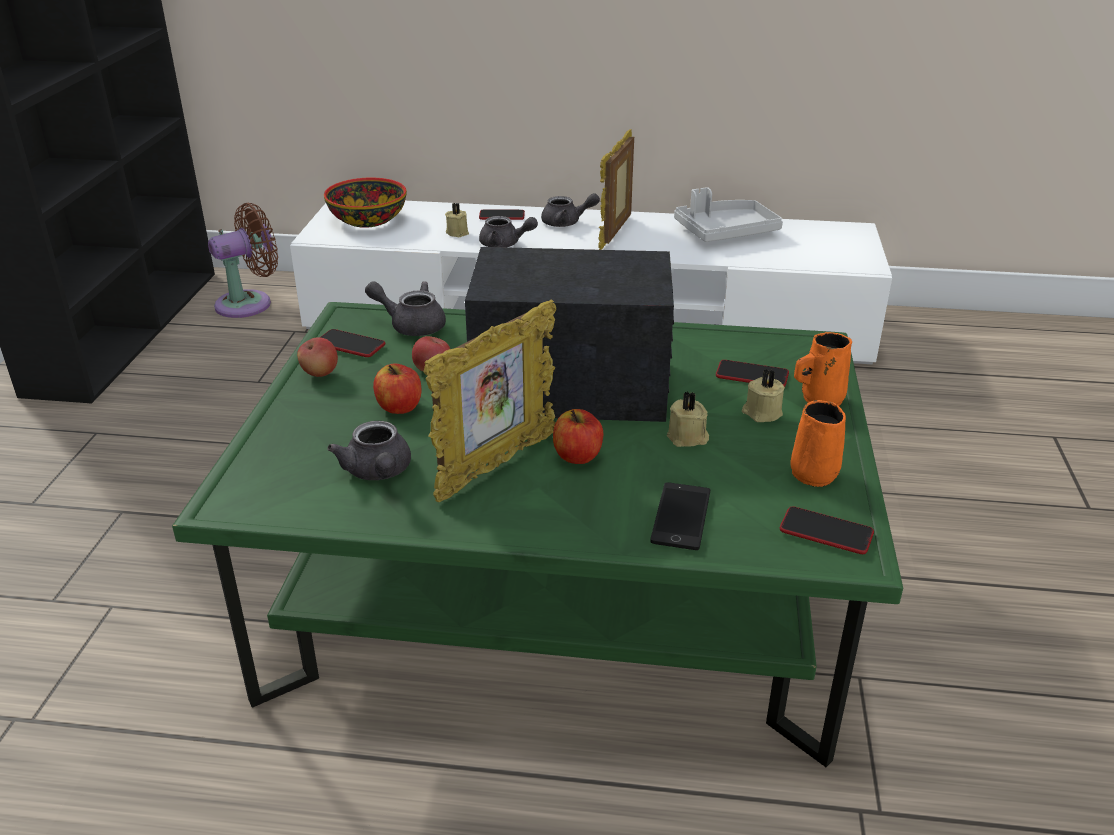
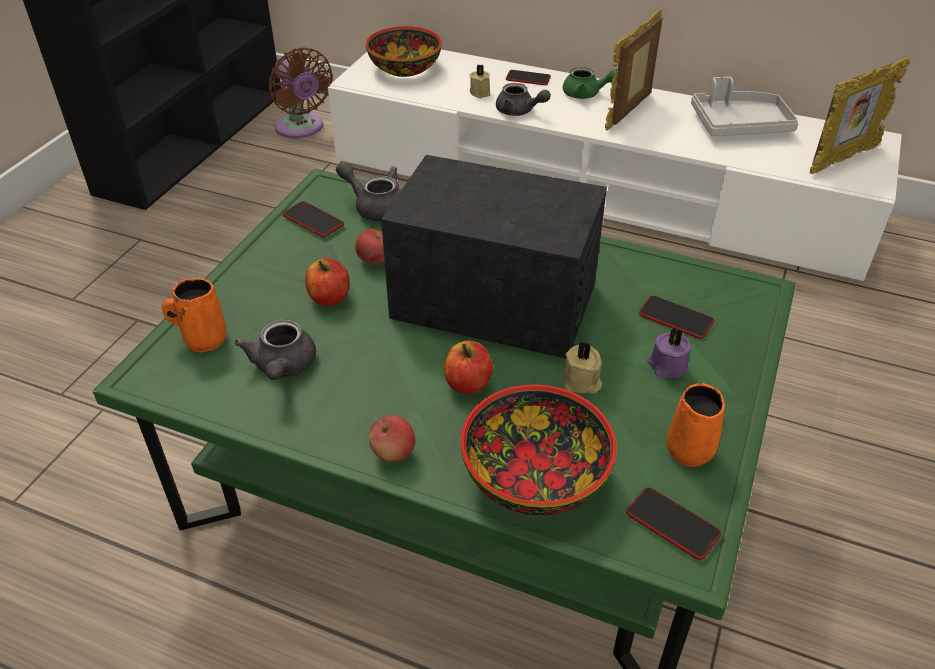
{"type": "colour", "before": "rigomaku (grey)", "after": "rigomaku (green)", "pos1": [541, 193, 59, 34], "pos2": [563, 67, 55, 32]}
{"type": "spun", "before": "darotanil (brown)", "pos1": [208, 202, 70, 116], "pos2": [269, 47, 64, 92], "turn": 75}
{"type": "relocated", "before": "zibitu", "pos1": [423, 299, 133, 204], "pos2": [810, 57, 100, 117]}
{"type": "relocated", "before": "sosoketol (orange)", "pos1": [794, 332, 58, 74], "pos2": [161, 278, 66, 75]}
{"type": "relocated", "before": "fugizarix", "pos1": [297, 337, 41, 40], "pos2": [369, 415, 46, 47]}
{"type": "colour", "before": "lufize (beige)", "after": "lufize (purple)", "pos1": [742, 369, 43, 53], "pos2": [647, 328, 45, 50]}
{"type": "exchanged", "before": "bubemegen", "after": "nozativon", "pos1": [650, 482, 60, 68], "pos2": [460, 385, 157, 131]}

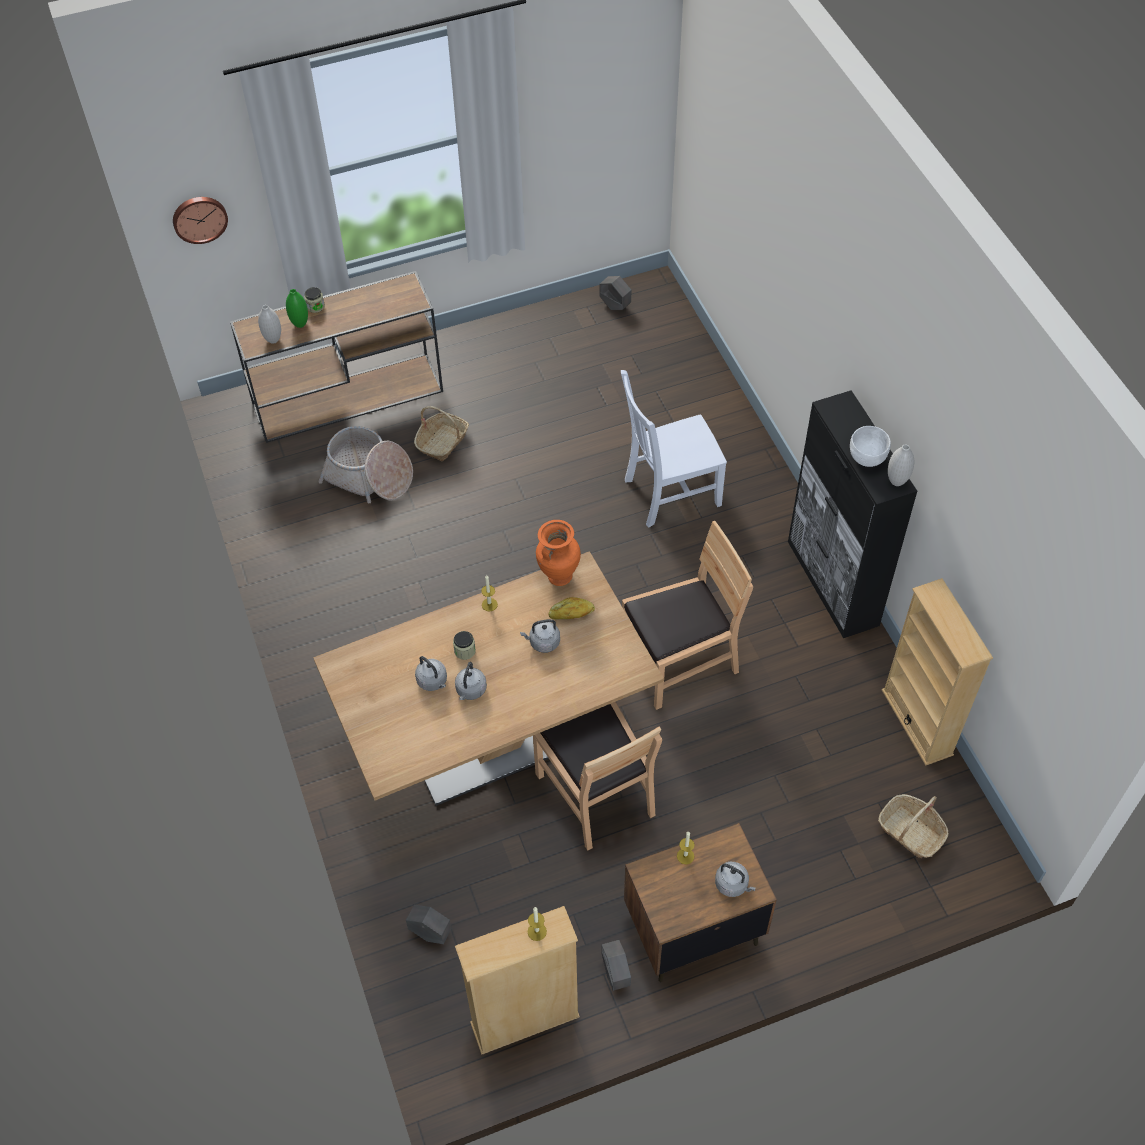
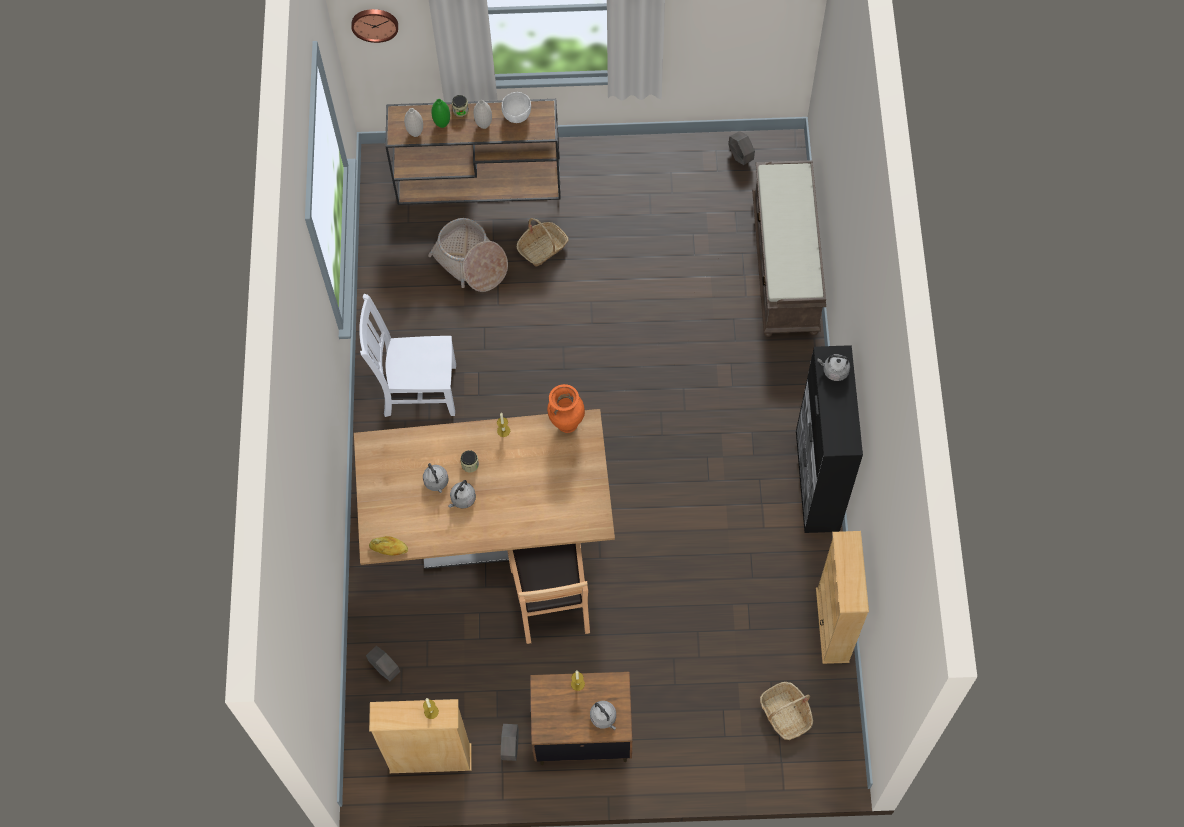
{"type": "relocated", "before": "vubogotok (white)", "pos1": [621, 370, 106, 158], "pos2": [359, 294, 97, 123]}
{"type": "relocated", "before": "nozativon (white)", "pos1": [850, 426, 41, 41], "pos2": [501, 92, 30, 31]}
{"type": "relocated", "before": "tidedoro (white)", "pos1": [888, 444, 26, 42], "pos2": [474, 100, 18, 29]}
{"type": "missing", "before": "vubogotok (brown)", "pos1": [622, 521, 131, 189]}
{"type": "relocated", "before": "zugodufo", "pos1": [548, 597, 47, 22], "pos2": [369, 536, 39, 20]}
{"type": "relocated", "before": "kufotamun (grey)", "pos1": [520, 619, 40, 34], "pos2": [818, 354, 32, 27]}
{"type": "appeared", "after": "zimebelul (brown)", "pos2": [752, 160, 74, 177]}

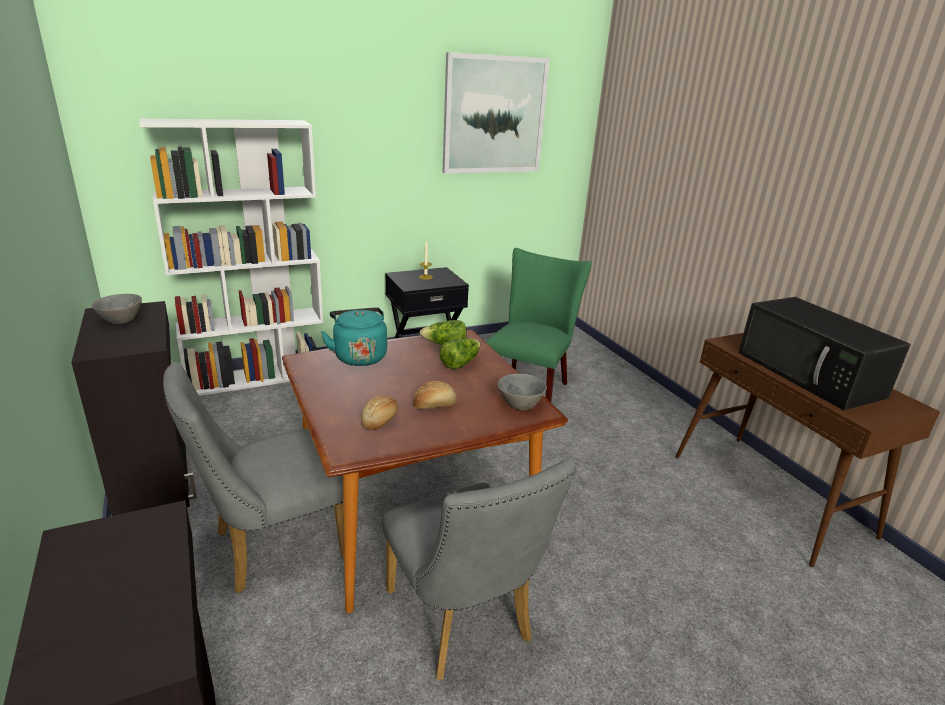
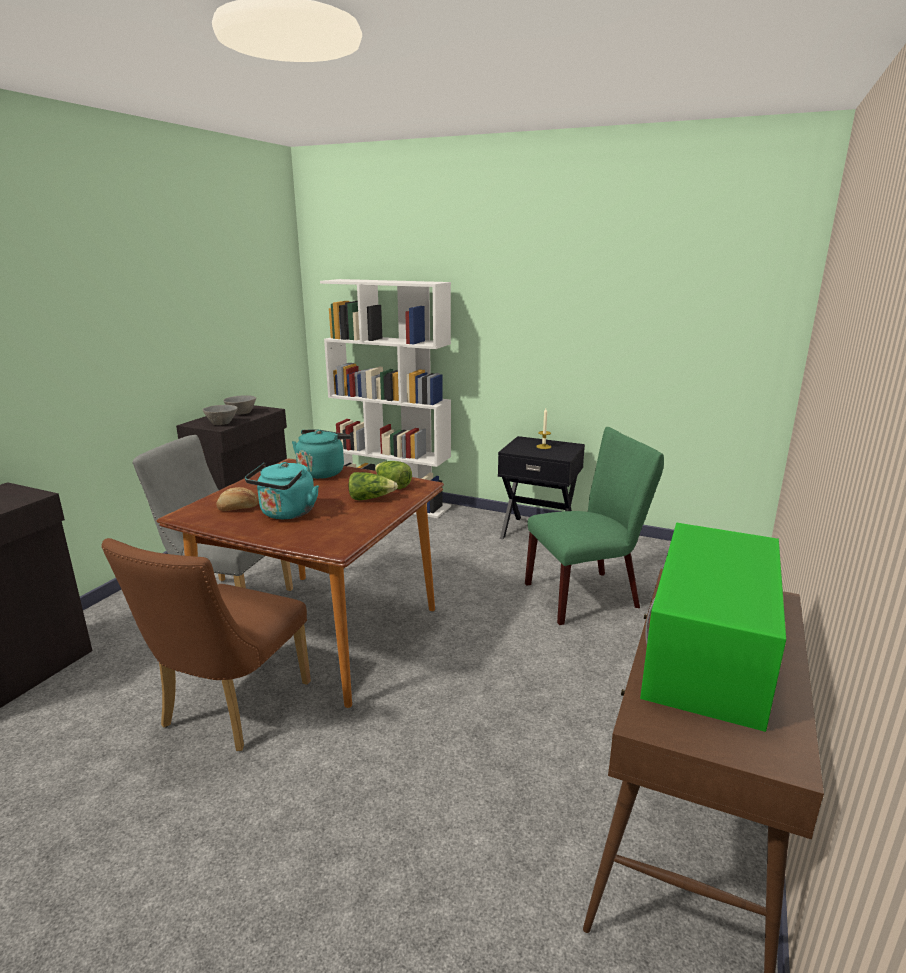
{"type": "missing", "before": "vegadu", "pos1": [442, 52, 108, 122]}
{"type": "colour", "before": "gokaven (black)", "after": "gokaven (green)", "pos1": [738, 297, 173, 113], "pos2": [640, 523, 146, 209]}
{"type": "relocated", "before": "nozativon (grey)", "pos1": [497, 374, 50, 36], "pos2": [203, 405, 35, 20]}
{"type": "exchanged", "before": "zugodufo", "after": "kufotamun (turquoise)", "pos1": [413, 381, 44, 28], "pos2": [245, 462, 74, 57]}
{"type": "colour", "before": "vubogotok (grey)", "after": "vubogotok (brown)", "pos1": [382, 460, 194, 220], "pos2": [101, 538, 210, 213]}

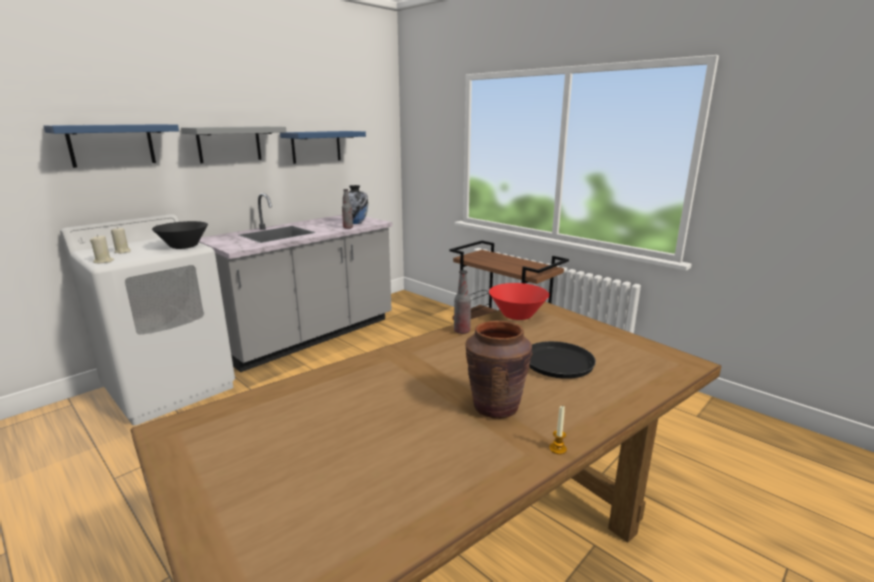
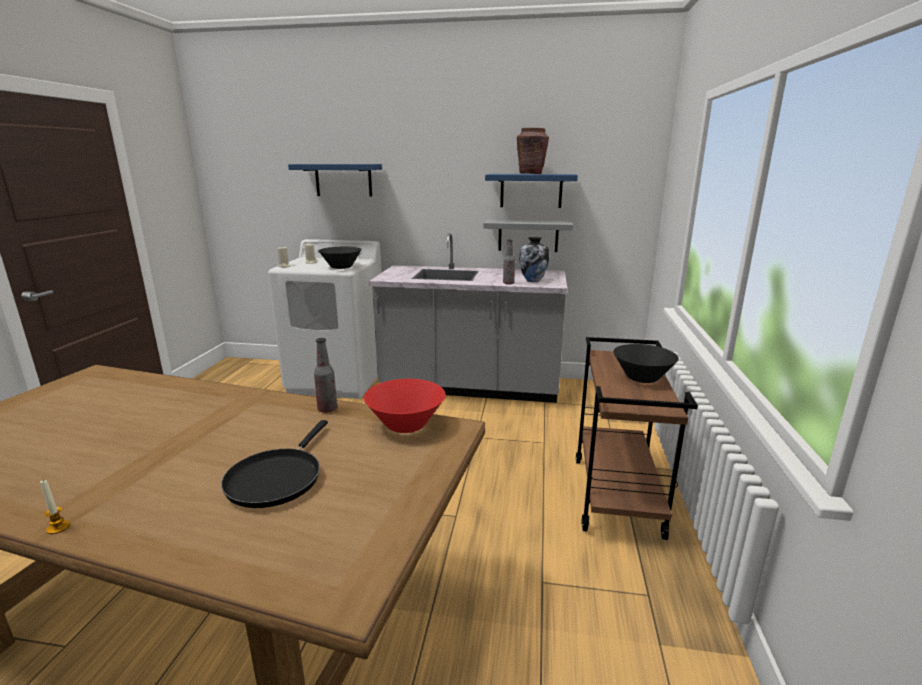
{"type": "relocated", "before": "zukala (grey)", "pos1": [181, 126, 106, 37], "pos2": [483, 219, 90, 33]}
{"type": "relocated", "before": "tidedoro (brown)", "pos1": [465, 320, 68, 99], "pos2": [517, 128, 32, 46]}
{"type": "appeared", "after": "nozativon (black)", "pos2": [613, 344, 66, 39]}

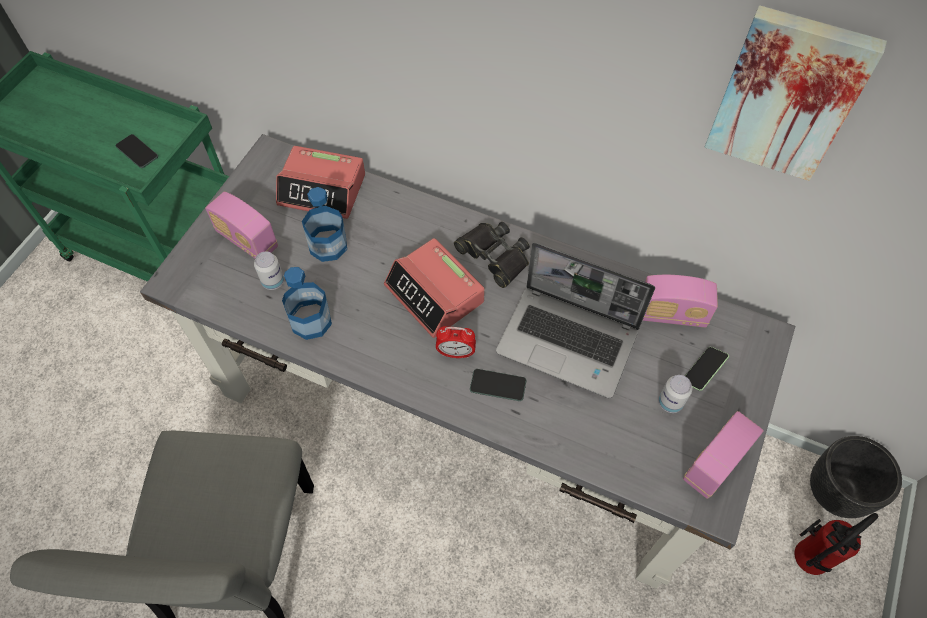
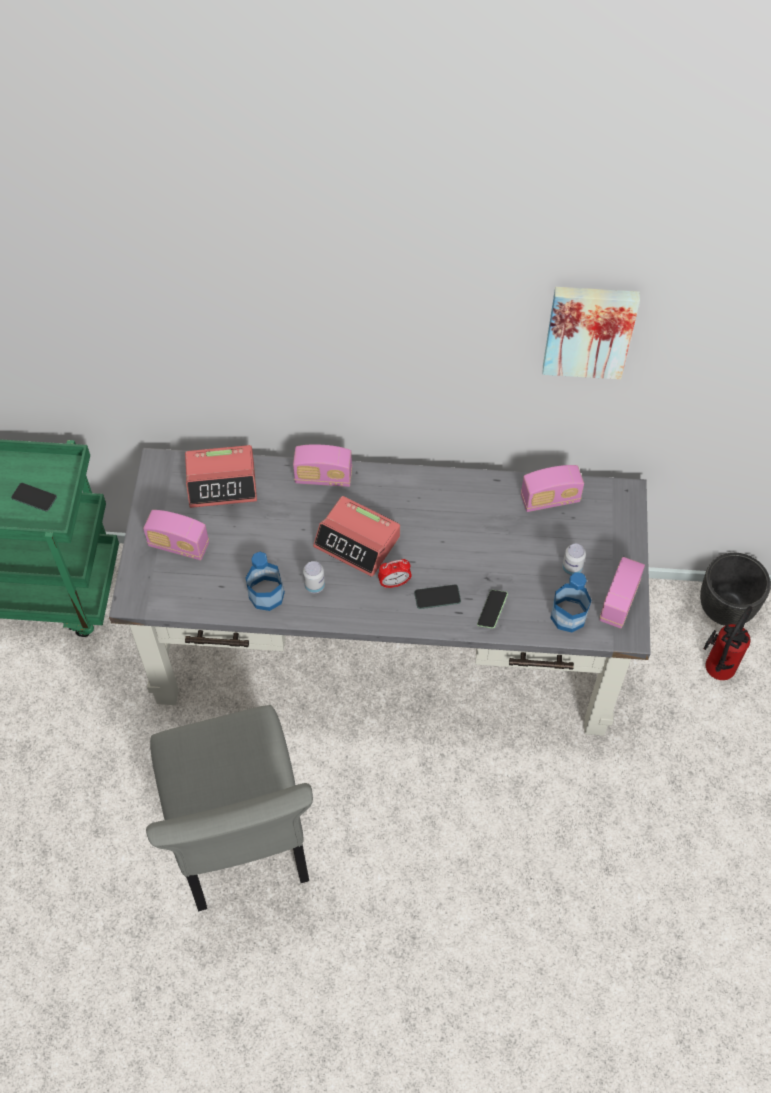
{"type": "relocated", "before": "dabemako", "pos1": [302, 187, 45, 75], "pos2": [551, 572, 40, 60]}
{"type": "missing", "before": "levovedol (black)", "pos1": [454, 222, 76, 66]}
{"type": "missing", "before": "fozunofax", "pos1": [496, 242, 159, 156]}
{"type": "relocated", "before": "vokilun", "pos1": [254, 252, 30, 38], "pos2": [303, 561, 22, 32]}
{"type": "relocated", "before": "bubemegen", "pos1": [685, 347, 44, 44], "pos2": [477, 590, 31, 38]}
{"type": "appeared", "after": "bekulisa", "pos2": [293, 444, 59, 43]}

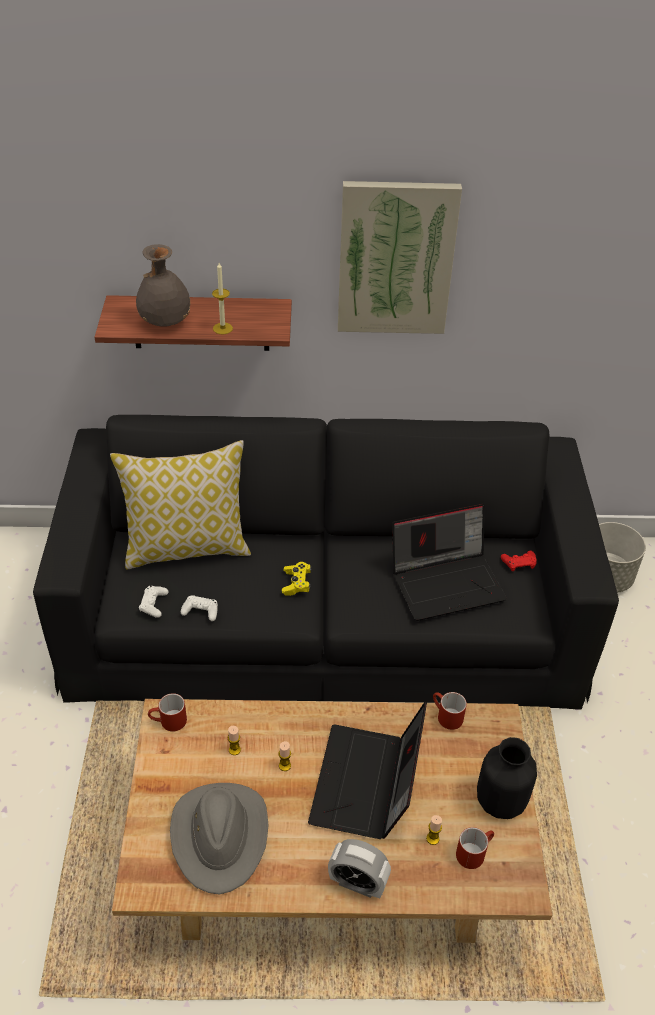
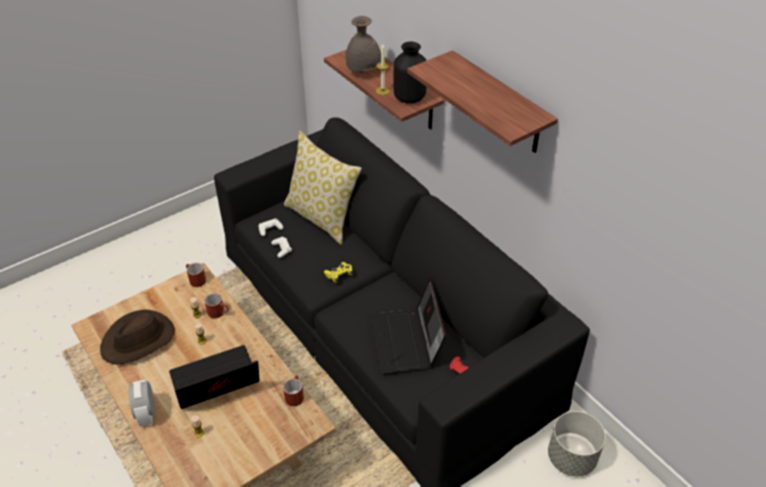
{"type": "exchanged", "before": "vegadu", "after": "zukala", "pos1": [338, 181, 124, 153], "pos2": [407, 50, 151, 103]}
{"type": "spun", "before": "fozunofax", "pos1": [392, 504, 115, 117], "pos2": [371, 278, 75, 95], "turn": 45}
{"type": "relocated", "before": "tidedoro (black)", "pos1": [477, 737, 60, 82], "pos2": [393, 42, 33, 62]}
{"type": "colour", "before": "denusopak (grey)", "after": "denusopak (brown)", "pos1": [170, 783, 98, 112], "pos2": [100, 310, 75, 54]}
{"type": "relocated", "before": "sosoketol (red)", "pos1": [456, 827, 38, 42], "pos2": [204, 293, 25, 25]}

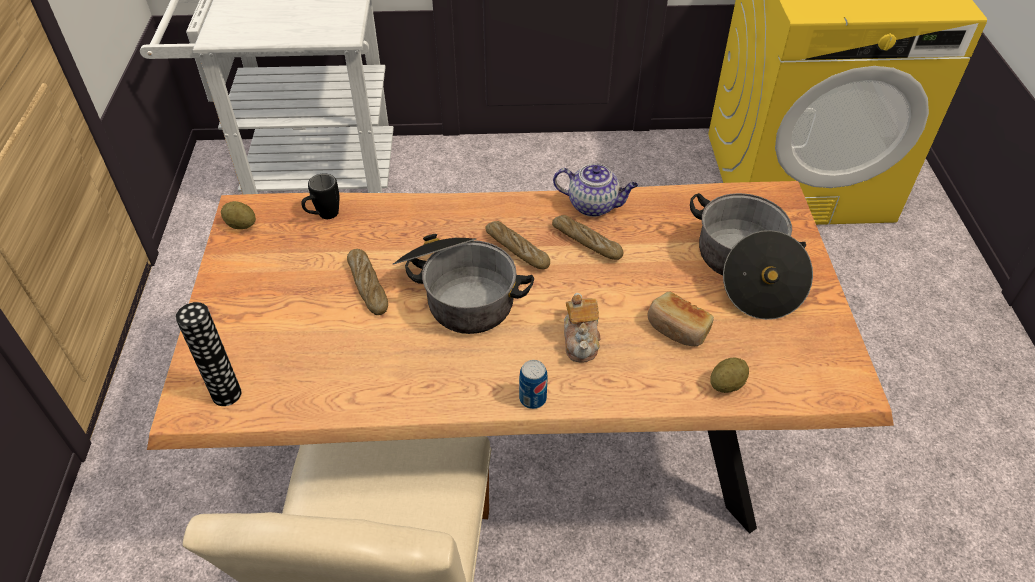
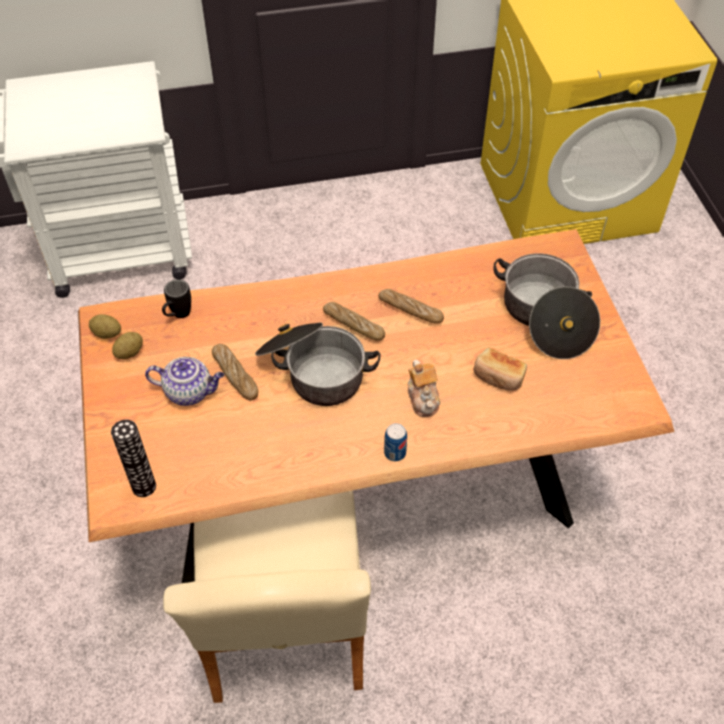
{"type": "relocated", "before": "rigomaku", "pos1": [553, 164, 85, 53], "pos2": [145, 357, 79, 49]}
{"type": "relocated", "before": "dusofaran", "pos1": [710, 358, 39, 35], "pos2": [112, 332, 31, 27]}

